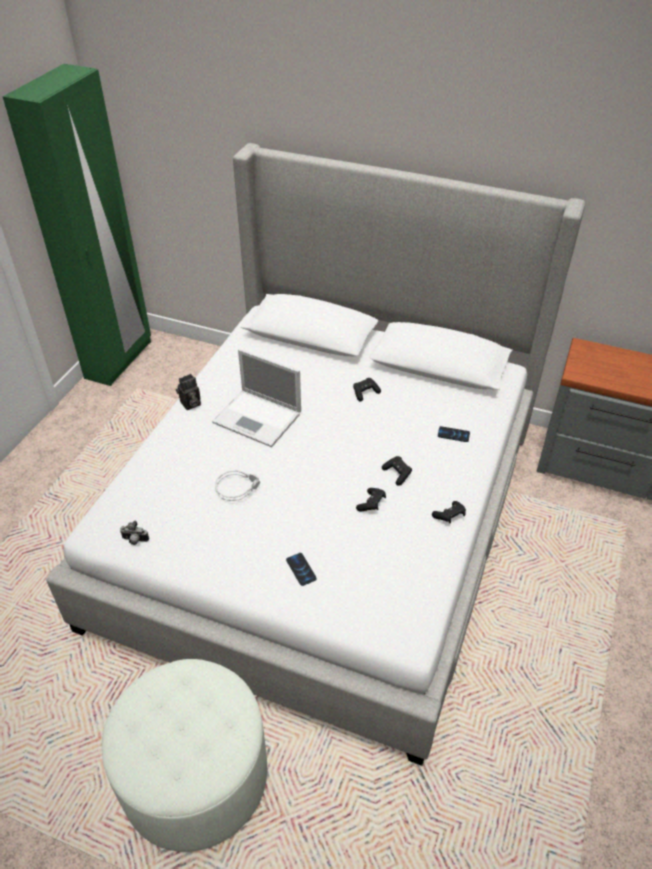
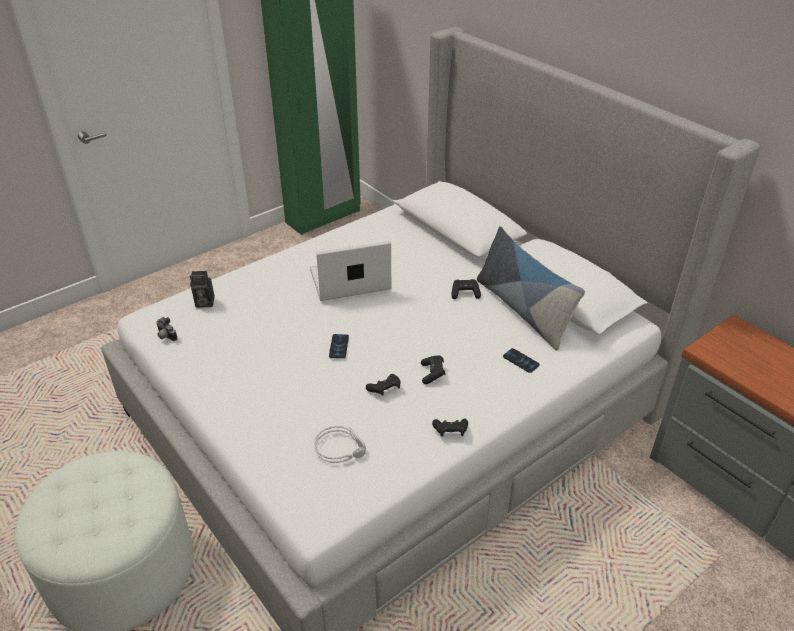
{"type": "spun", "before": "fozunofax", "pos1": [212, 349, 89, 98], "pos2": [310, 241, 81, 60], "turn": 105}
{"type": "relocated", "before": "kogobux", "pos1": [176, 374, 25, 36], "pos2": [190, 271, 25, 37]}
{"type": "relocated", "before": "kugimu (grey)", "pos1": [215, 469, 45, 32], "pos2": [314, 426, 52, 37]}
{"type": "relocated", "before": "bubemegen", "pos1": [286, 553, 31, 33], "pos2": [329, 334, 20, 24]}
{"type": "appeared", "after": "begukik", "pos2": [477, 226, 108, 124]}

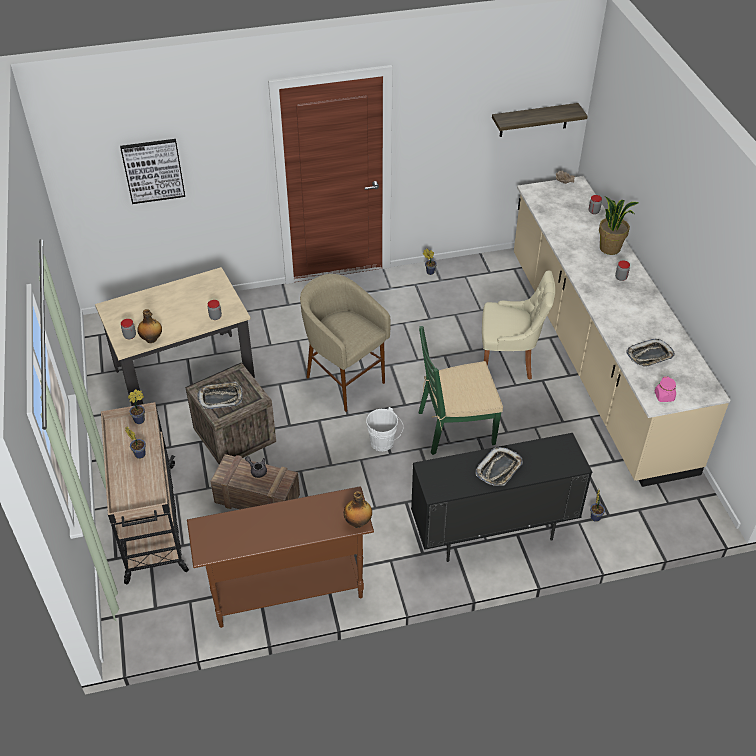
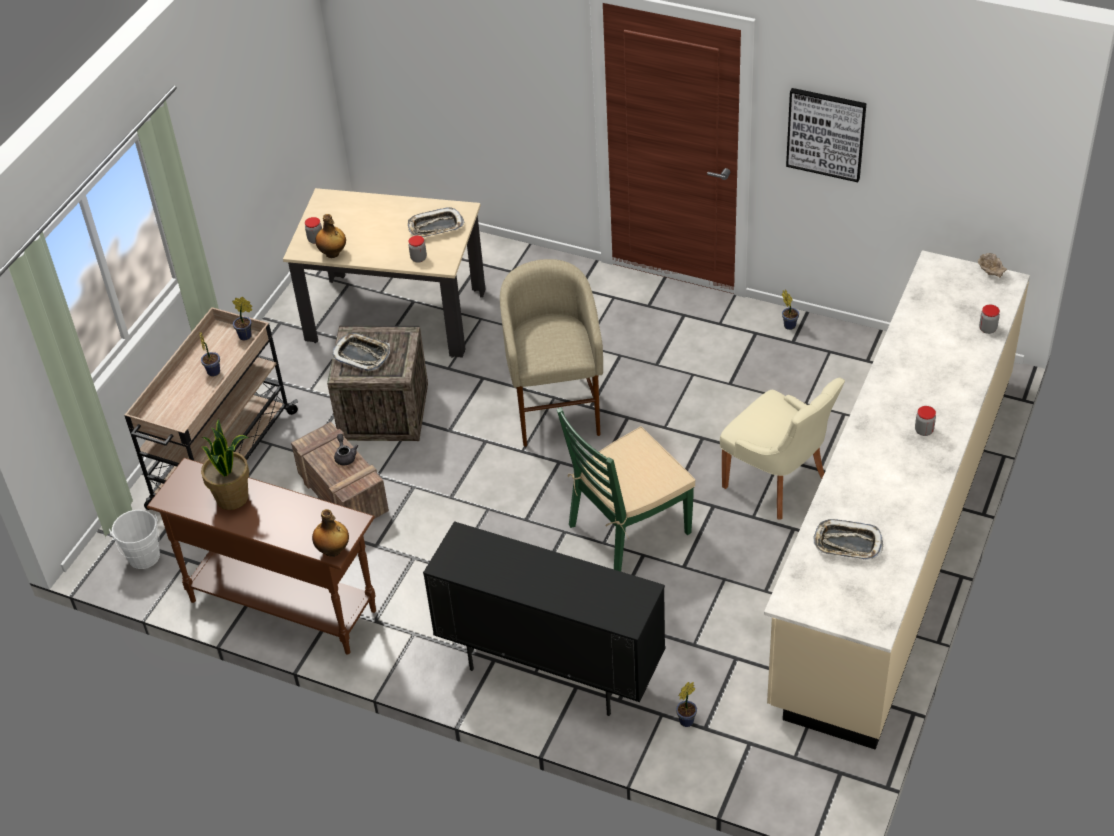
{"type": "missing", "before": "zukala", "pos1": [492, 103, 95, 34]}
{"type": "relocated", "before": "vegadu", "pos1": [120, 139, 65, 65], "pos2": [786, 88, 81, 94]}
{"type": "relocated", "before": "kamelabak", "pos1": [599, 196, 40, 59], "pos2": [201, 419, 48, 91]}
{"type": "spun", "before": "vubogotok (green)", "pos1": [418, 326, 85, 129], "pos2": [557, 407, 138, 164], "turn": -60}
{"type": "missing", "before": "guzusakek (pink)", "pos1": [655, 376, 21, 26]}
{"type": "relocated", "before": "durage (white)", "pos1": [366, 407, 37, 44], "pos2": [109, 510, 51, 59]}
{"type": "relocated", "before": "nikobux", "pos1": [475, 447, 48, 39], "pos2": [408, 207, 56, 30]}

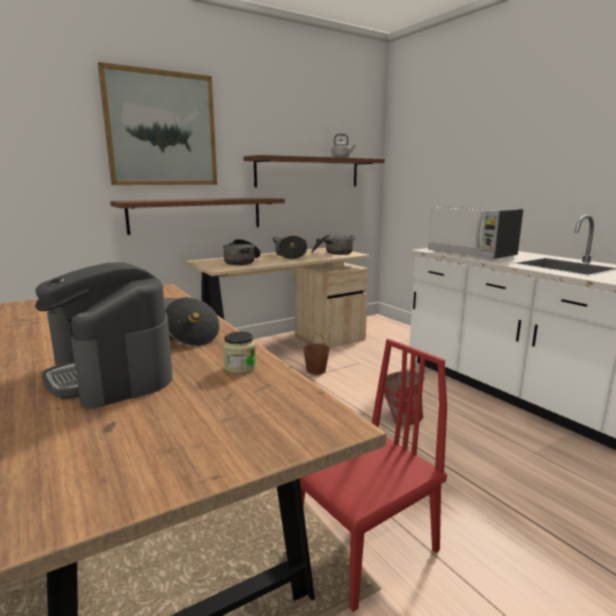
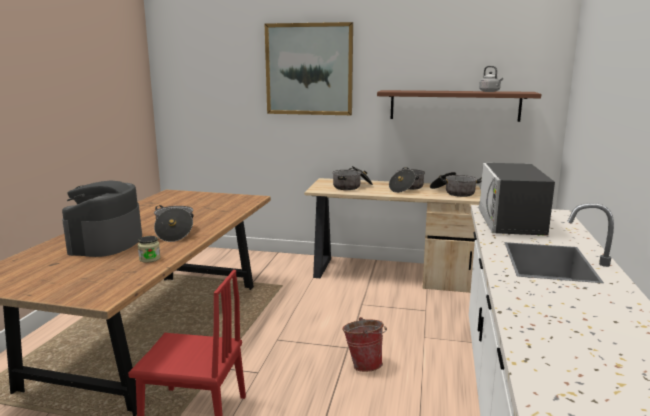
{"type": "missing", "before": "zukala (brown)", "pos1": [110, 198, 175, 37]}
{"type": "missing", "before": "durage (brown)", "pos1": [303, 333, 27, 41]}

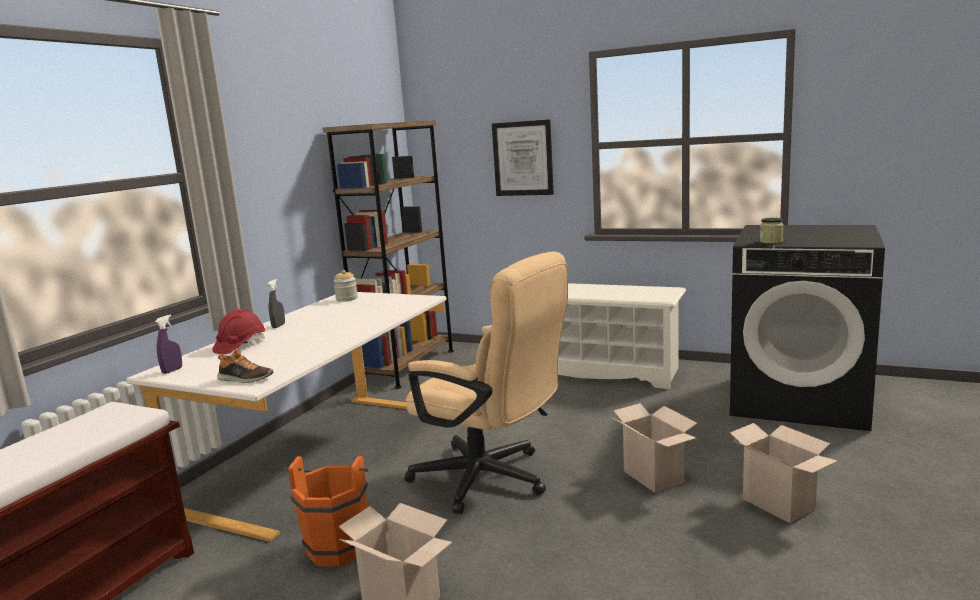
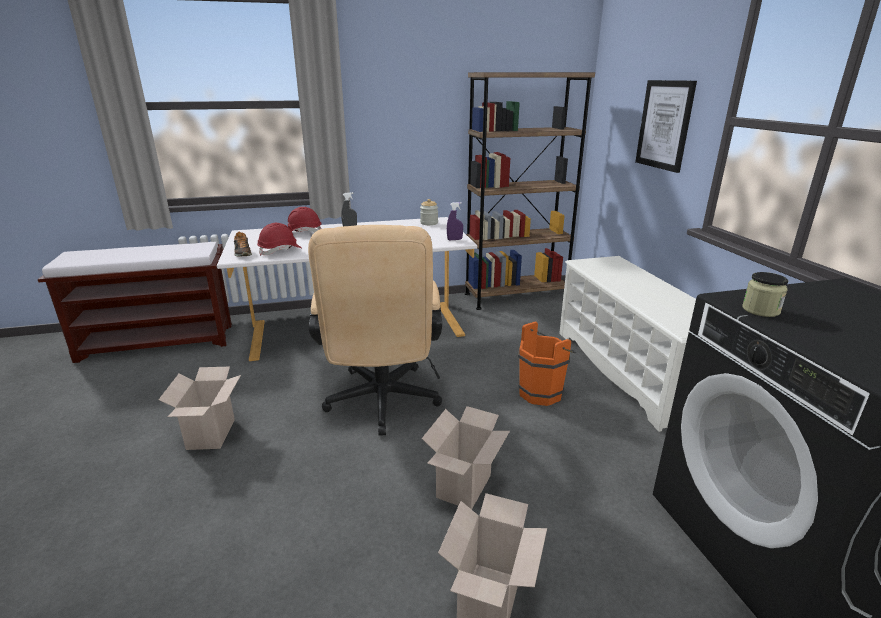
{"type": "relocated", "before": "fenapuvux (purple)", "pos1": [155, 315, 27, 59], "pos2": [447, 202, 16, 38]}
{"type": "relocated", "before": "durage (orange)", "pos1": [288, 456, 80, 111], "pos2": [518, 321, 58, 85]}
{"type": "appeared", "after": "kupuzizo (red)", "pos2": [257, 223, 45, 33]}

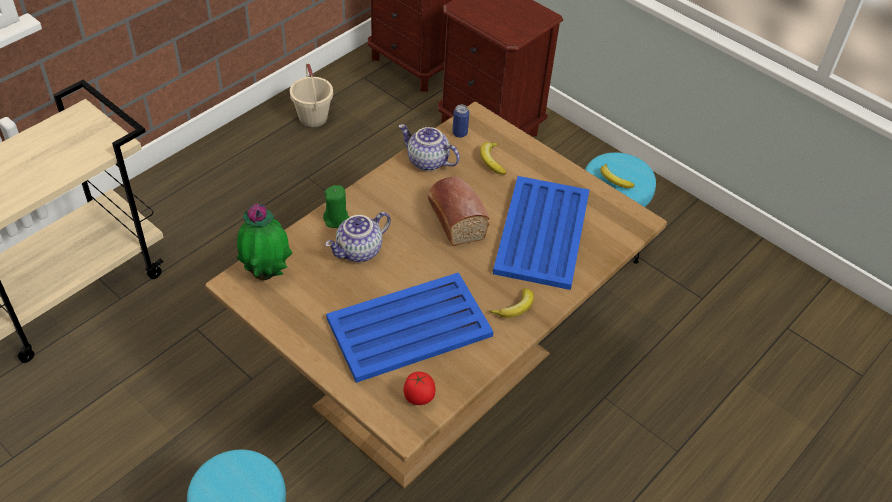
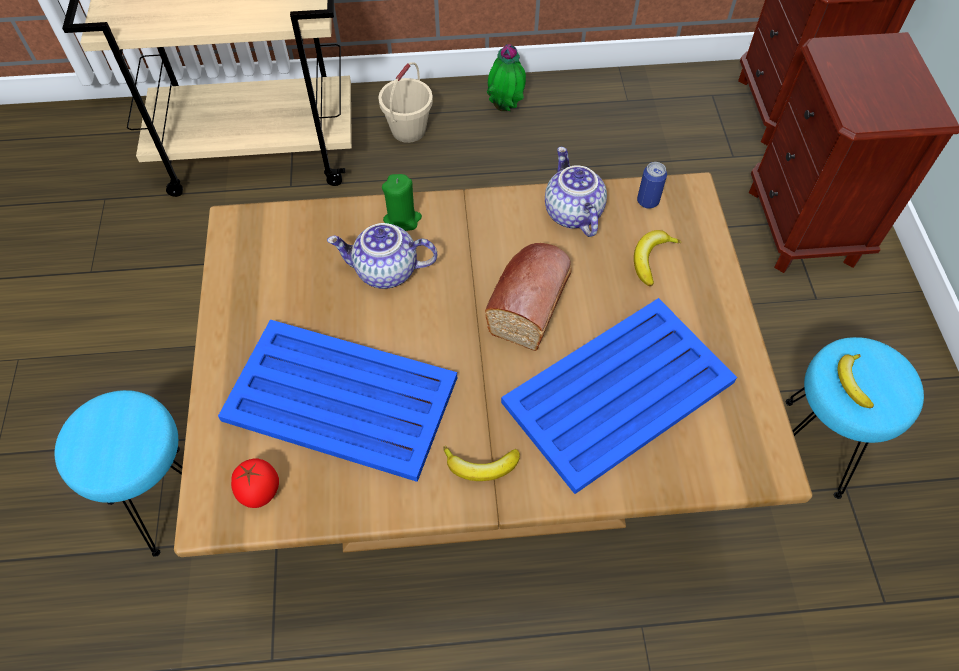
{"type": "relocated", "before": "durage (beige)", "pos1": [290, 63, 43, 64], "pos2": [378, 62, 55, 81]}
{"type": "relocated", "before": "kamelabak", "pos1": [237, 203, 55, 77], "pos2": [487, 44, 39, 67]}

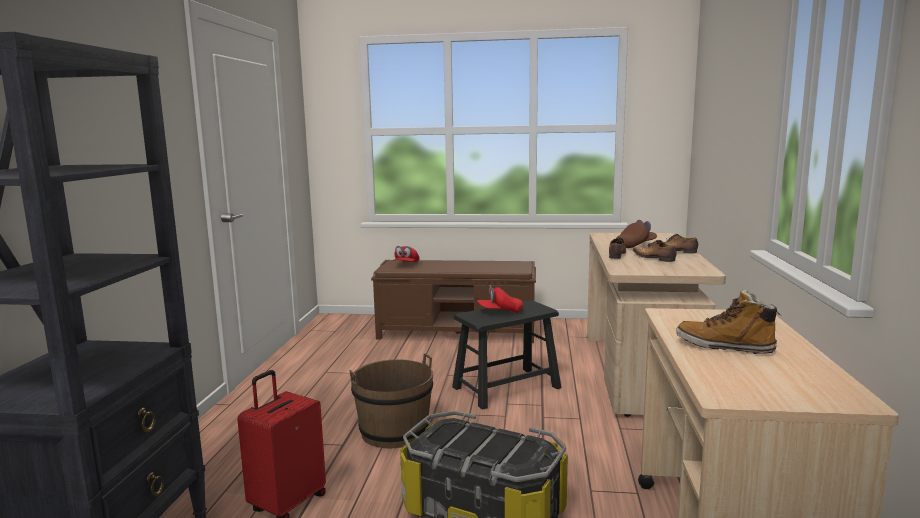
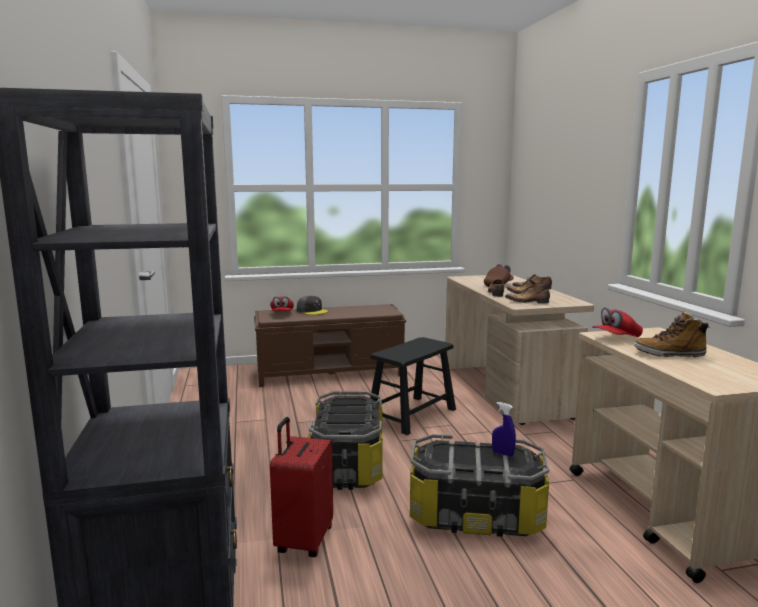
{"type": "relocated", "before": "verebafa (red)", "pos1": [477, 285, 46, 28], "pos2": [592, 307, 51, 30]}
{"type": "exchanged", "before": "durage (brown)", "after": "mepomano", "pos1": [349, 353, 84, 95], "pos2": [308, 391, 74, 99]}
{"type": "appeared", "after": "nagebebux", "pos2": [505, 286, 45, 18]}
{"type": "appeared", "after": "verebafa (grey)", "pos2": [297, 296, 31, 19]}
{"type": "appeared", "after": "fenapuvux (blue)", "pos2": [492, 402, 24, 55]}

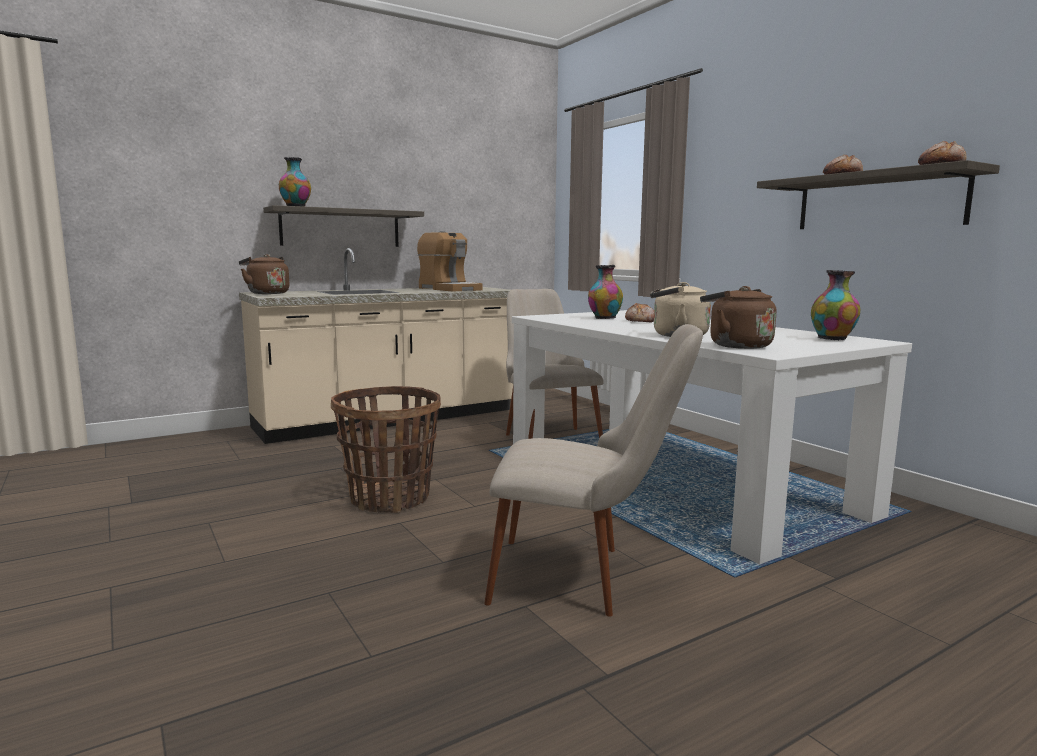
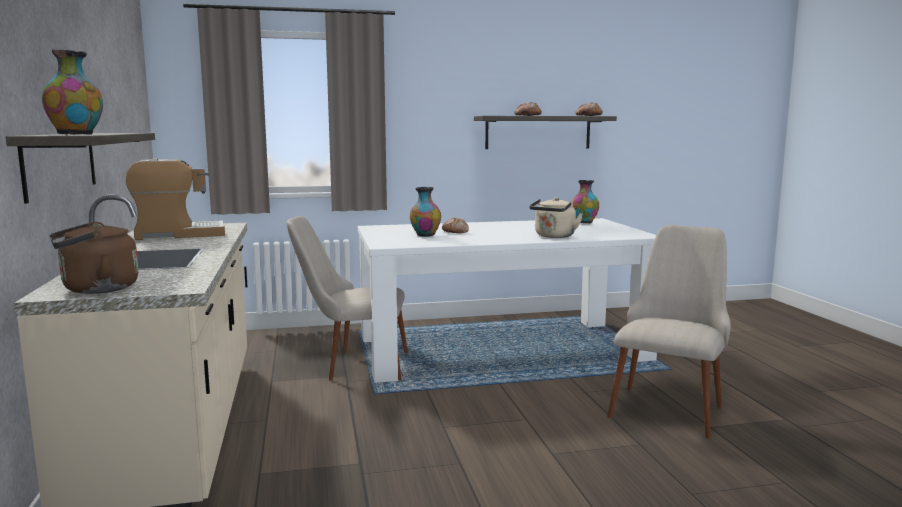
{"type": "missing", "before": "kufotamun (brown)", "pos1": [700, 286, 77, 63]}
{"type": "missing", "before": "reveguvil", "pos1": [331, 386, 110, 127]}

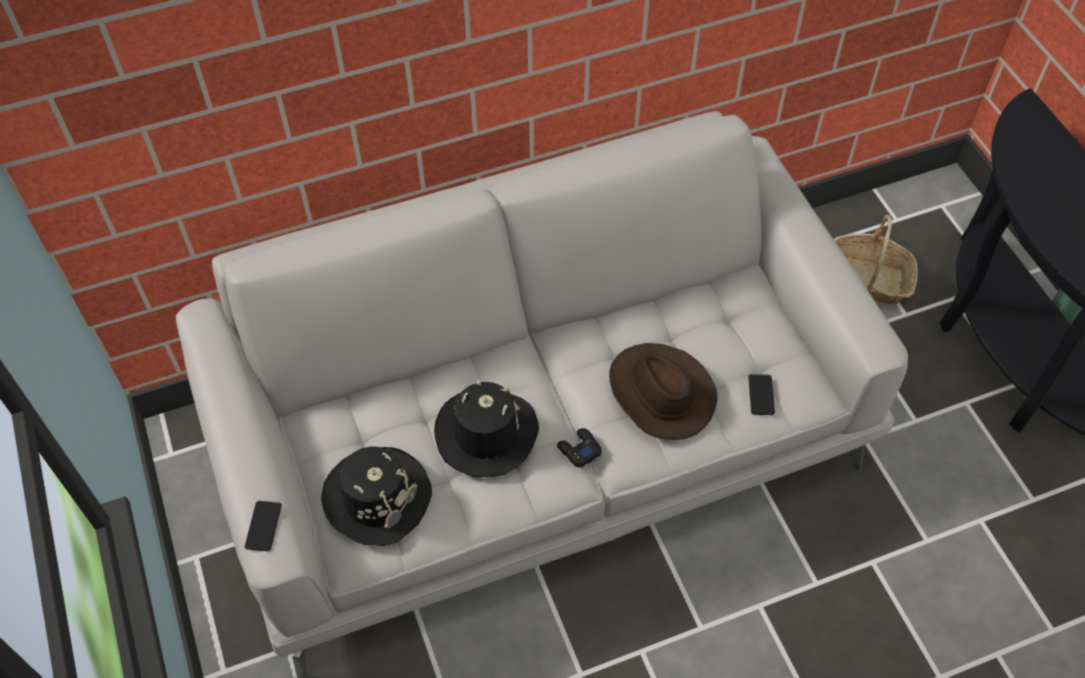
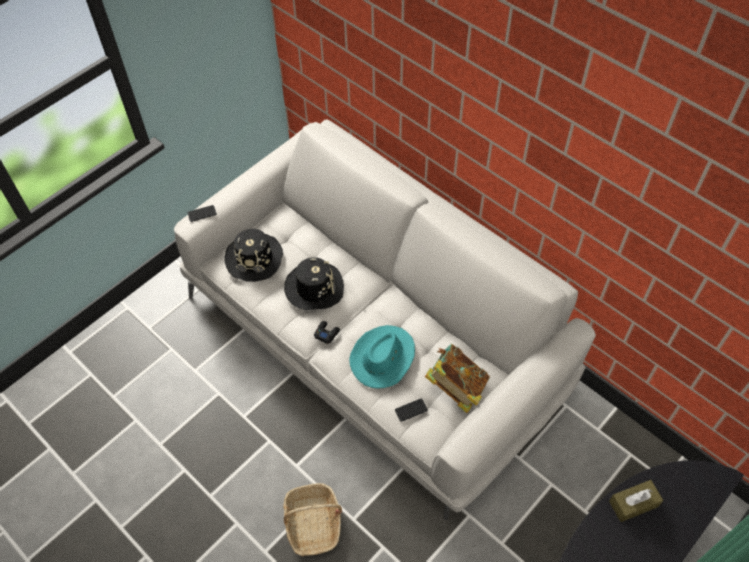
{"type": "relocated", "before": "reveguvil", "pos1": [834, 215, 84, 89], "pos2": [283, 483, 59, 73]}
{"type": "colour", "before": "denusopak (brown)", "after": "denusopak (turquoise)", "pos1": [609, 343, 108, 97], "pos2": [349, 325, 66, 64]}
{"type": "appeared", "after": "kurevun", "pos2": [425, 344, 65, 69]}
{"type": "appeared", "after": "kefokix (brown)", "pos2": [609, 480, 54, 42]}

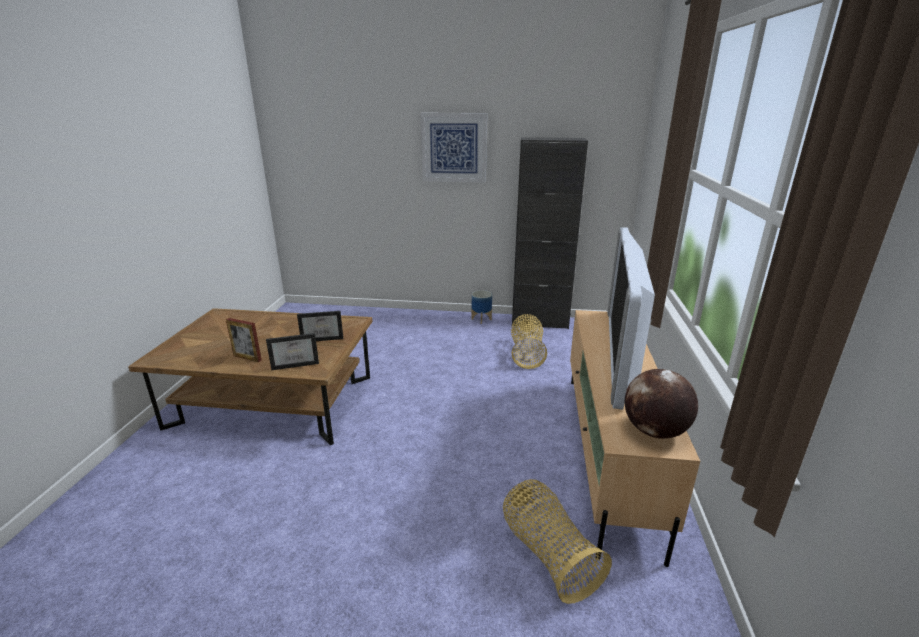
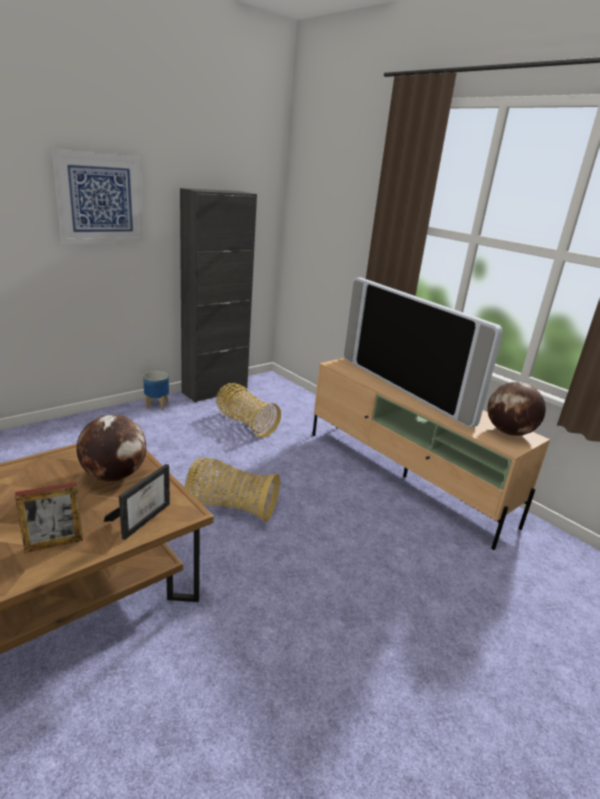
{"type": "exchanged", "before": "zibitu", "after": "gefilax", "pos1": [297, 311, 46, 30], "pos2": [76, 415, 70, 67]}
{"type": "relocated", "before": "reveguvil", "pos1": [503, 479, 109, 125], "pos2": [185, 458, 95, 64]}

